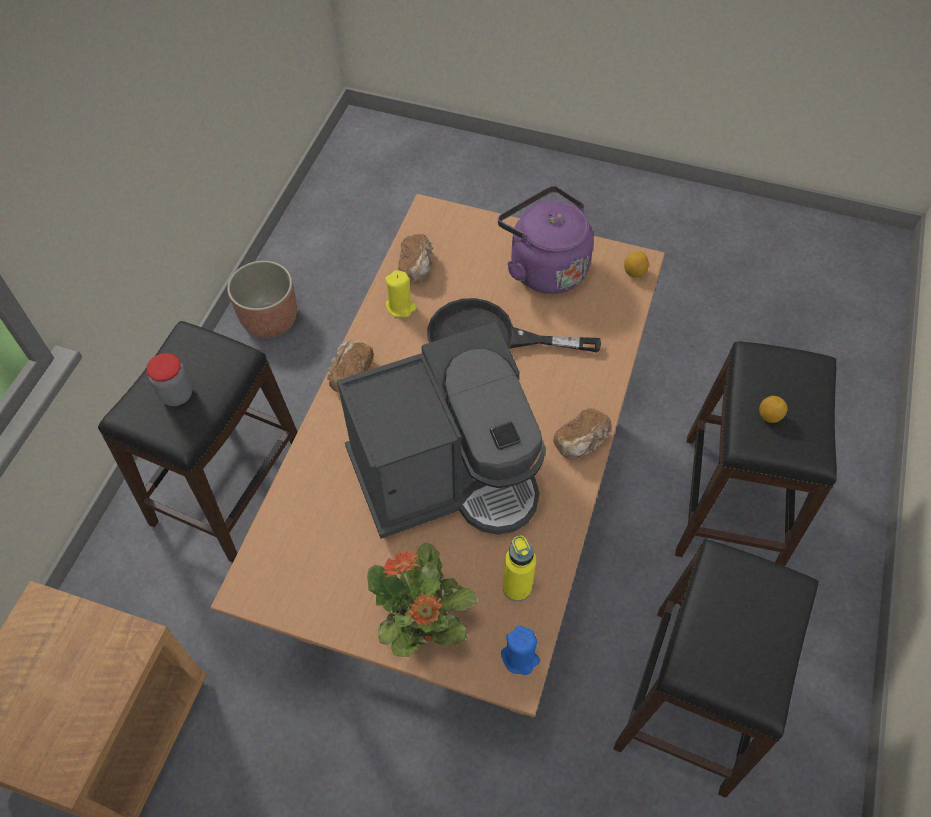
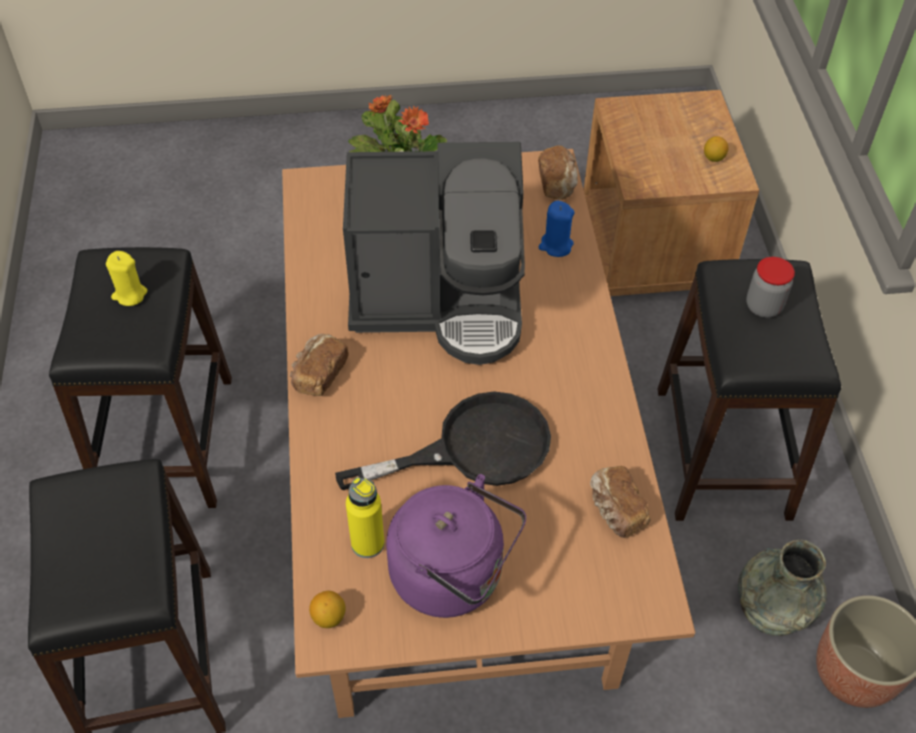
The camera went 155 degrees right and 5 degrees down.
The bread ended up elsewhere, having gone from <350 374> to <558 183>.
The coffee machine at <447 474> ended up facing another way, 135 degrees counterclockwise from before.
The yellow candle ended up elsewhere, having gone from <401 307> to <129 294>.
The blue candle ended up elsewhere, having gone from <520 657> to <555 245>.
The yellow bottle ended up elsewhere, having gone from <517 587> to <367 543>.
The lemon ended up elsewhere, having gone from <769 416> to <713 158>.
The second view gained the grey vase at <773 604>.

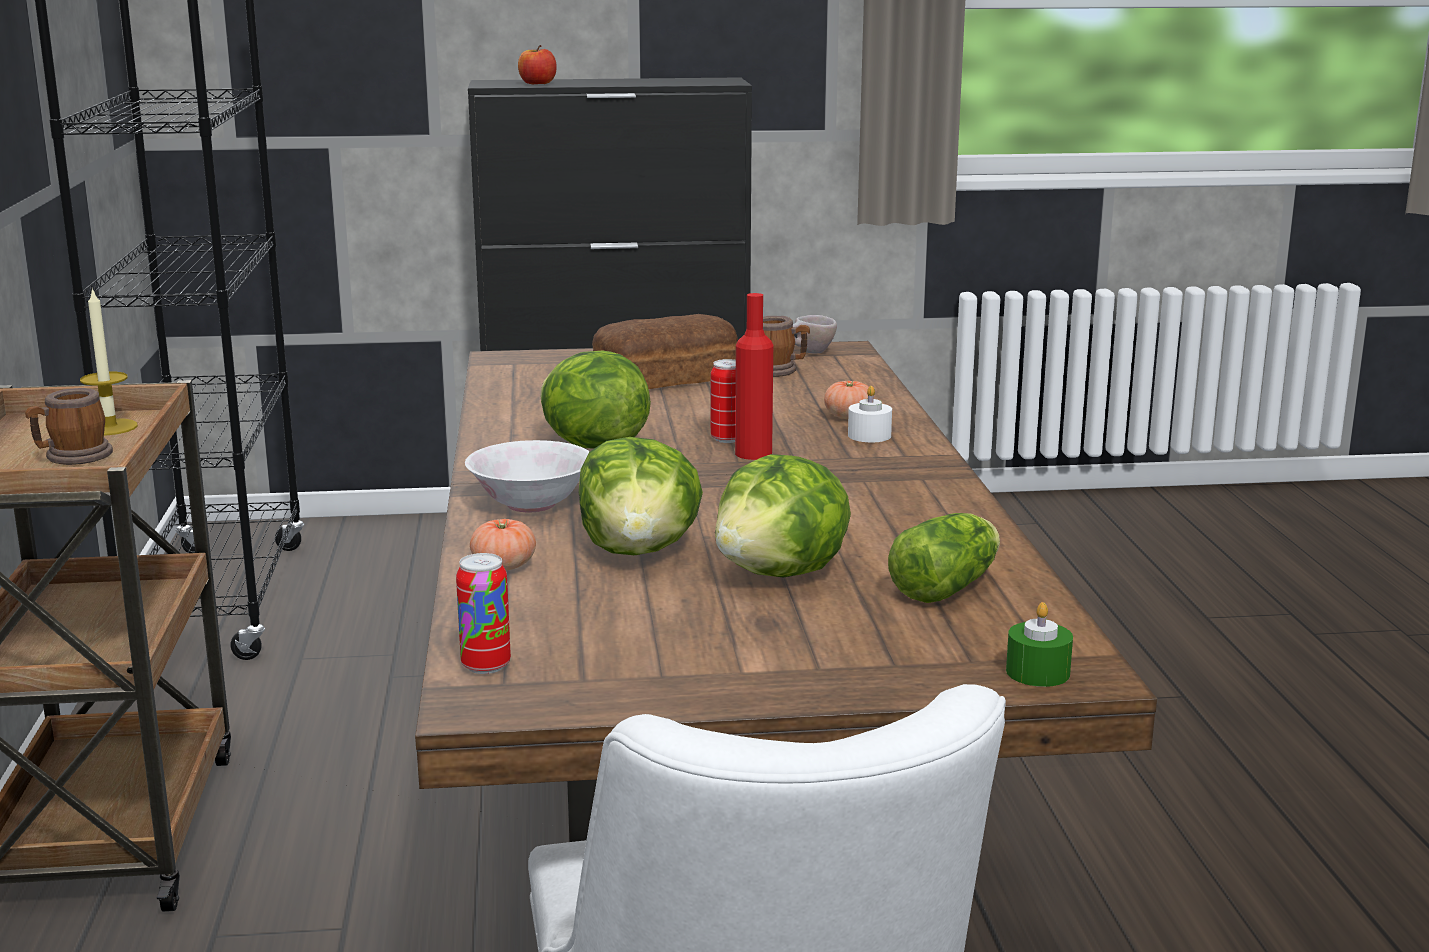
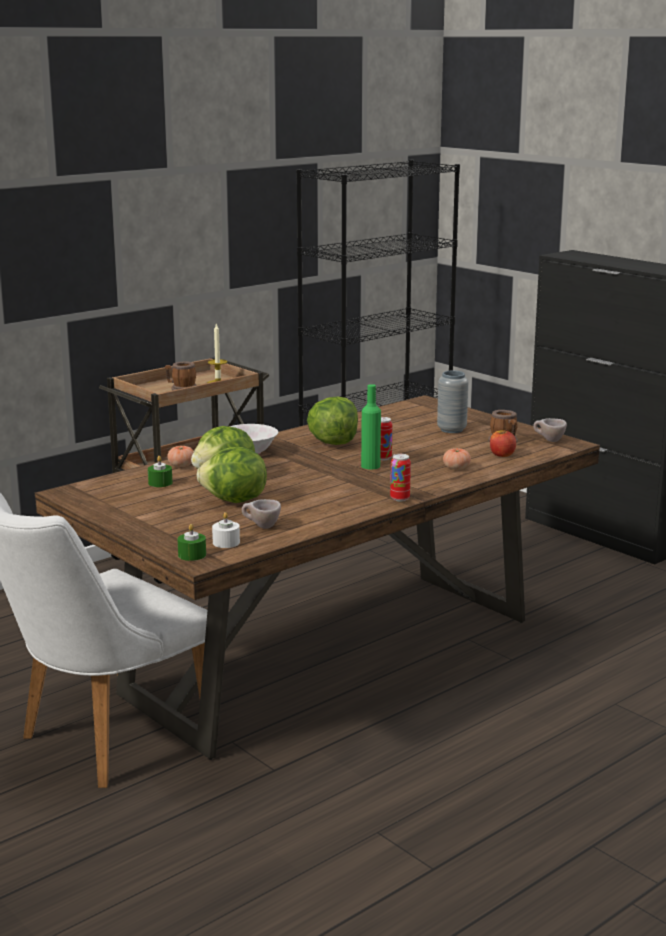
The camera went 55 degrees right and 0 degrees up.
The can ended up elsewhere, having gone from <486 665> to <400 498>.
The apple ended up elsewhere, having gone from <537 83> to <502 455>.
Where the bread stood at <668 378>, the grey vase came to stand at <451 430>.
What was the red bottle at <753 453> turned into the green bottle at <370 466>.
The white candle ended up elsewhere, having gone from <869 435> to <226 542>.
Where the lettuce stood at <949 586>, the beige cup came to stand at <261 526>.
The second view gained the green candle at <160 483>.

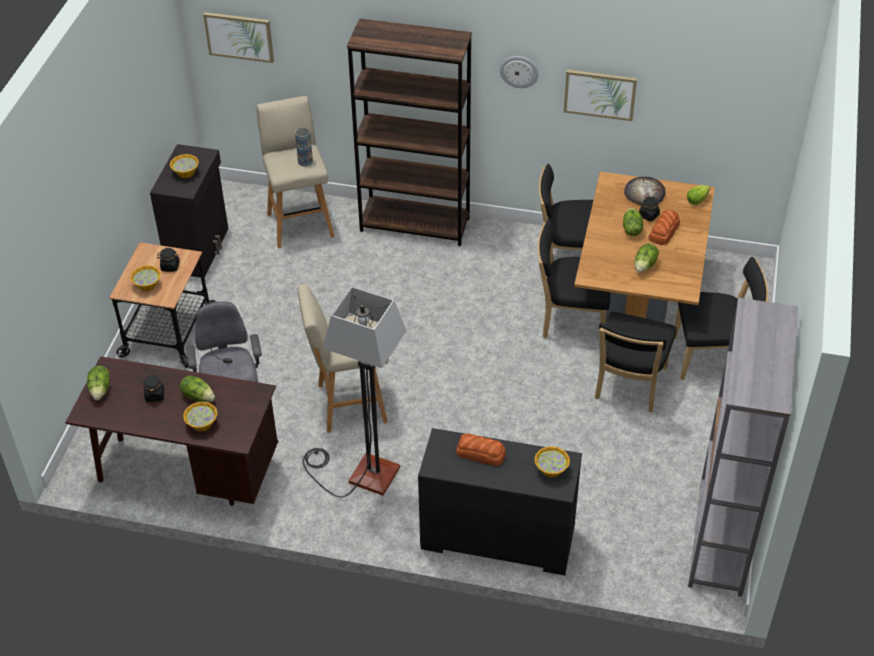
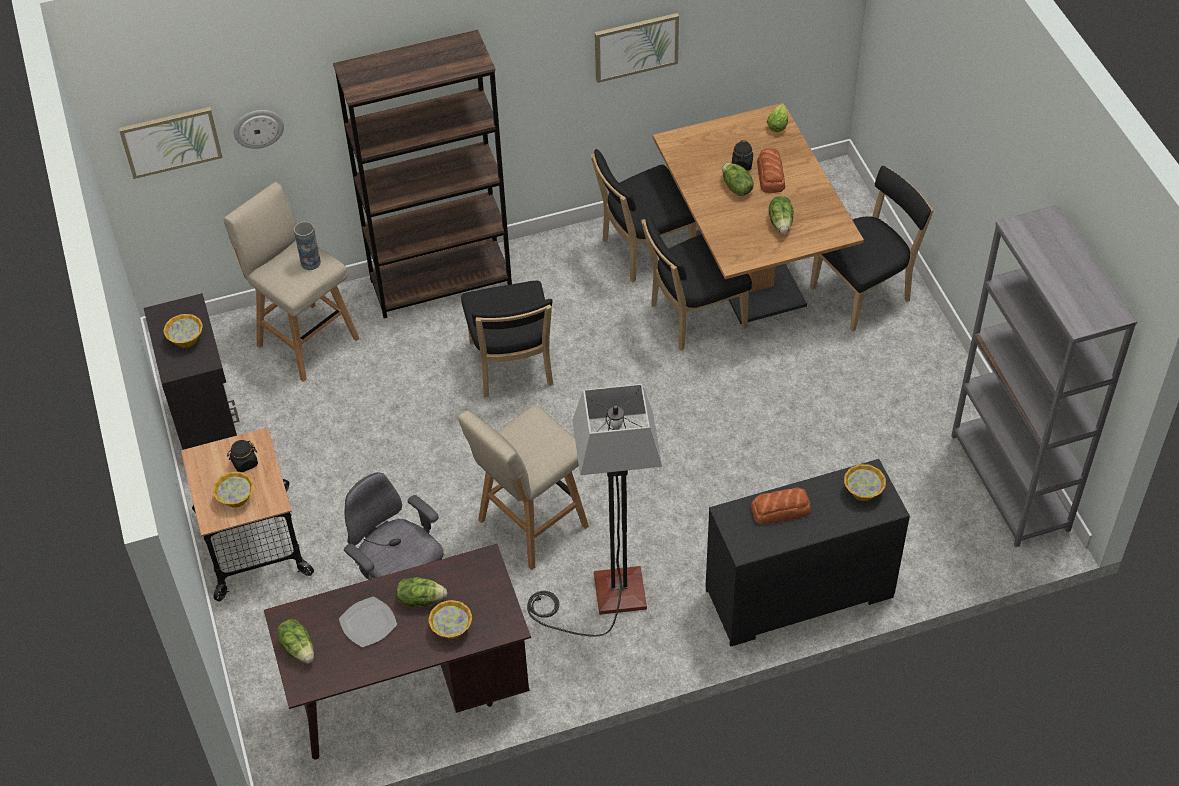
The camera went 30 degrees left and 5 degrees up.
Where the black jar stood at <155 395>, the plate came to stand at <369 623>.
The wall clock ended up elsewhere, having gone from <519 71> to <258 128>.
The black chair ended up elsewhere, having gone from <629 386> to <512 367>.
The second view lost the bread at <644 193>.

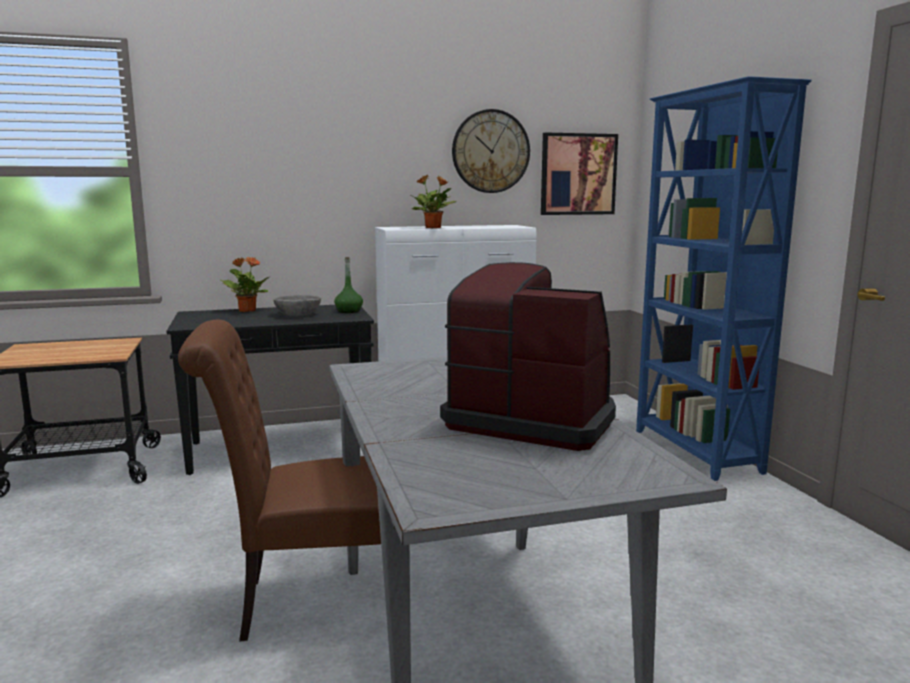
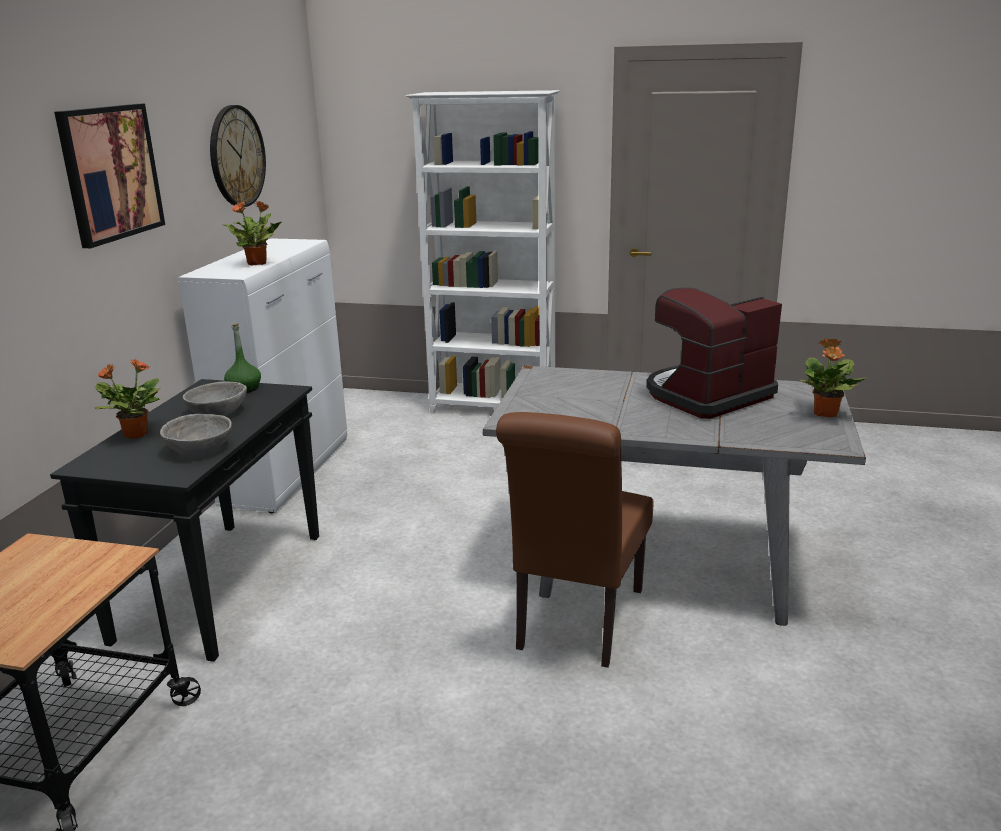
The camera went 60 degrees left and 10 degrees up.
The picture ended up elsewhere, having gone from <578 174> to <110 173>.
What was the blue bookcase at <695 452> turned into the white bookcase at <494 408>.
The second view gained the grey bowl at <199 449>.
The second view gained the potted plant at <825 414>.

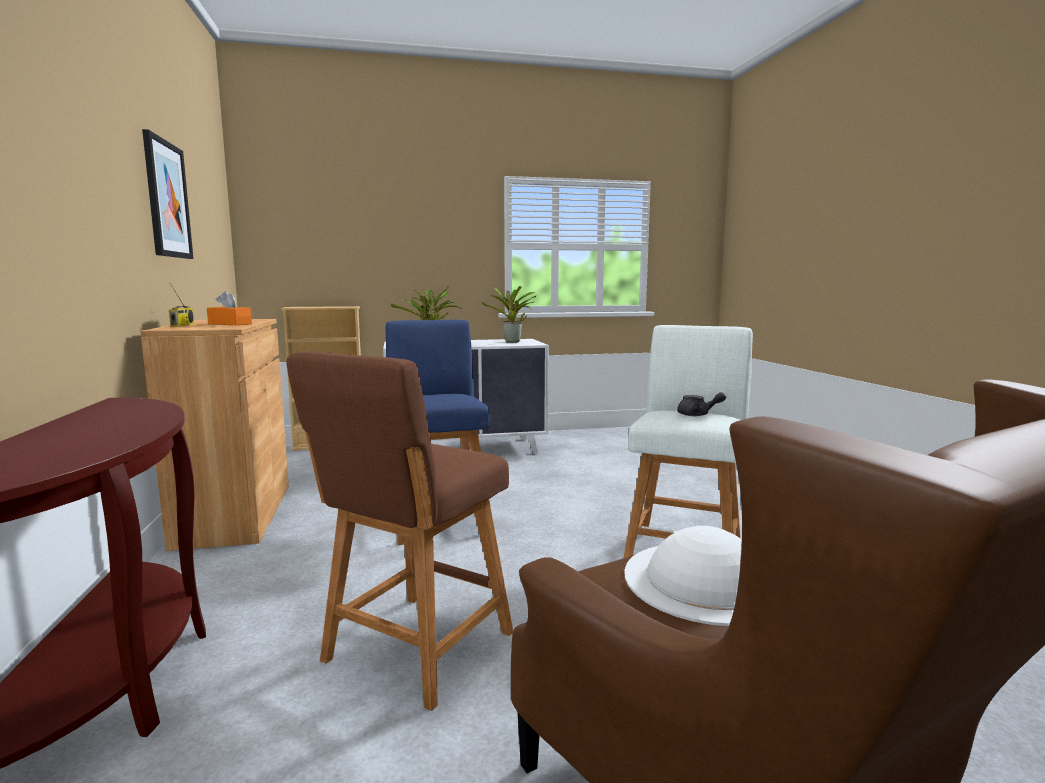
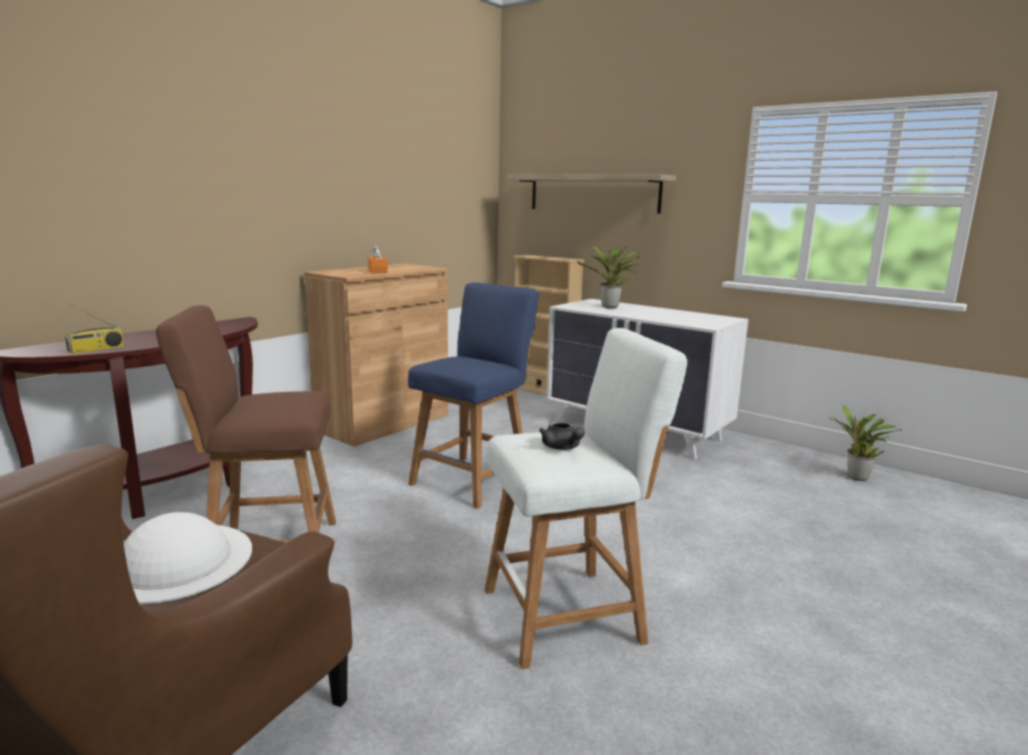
The camera went 50 degrees right and 5 degrees up.
The second view lost the picture at <167 199>.
The radio ended up elsewhere, having gone from <183 325> to <96 349>.
The potted plant ended up elsewhere, having gone from <512 342> to <856 478>.
The second view gained the shelf at <593 193>.

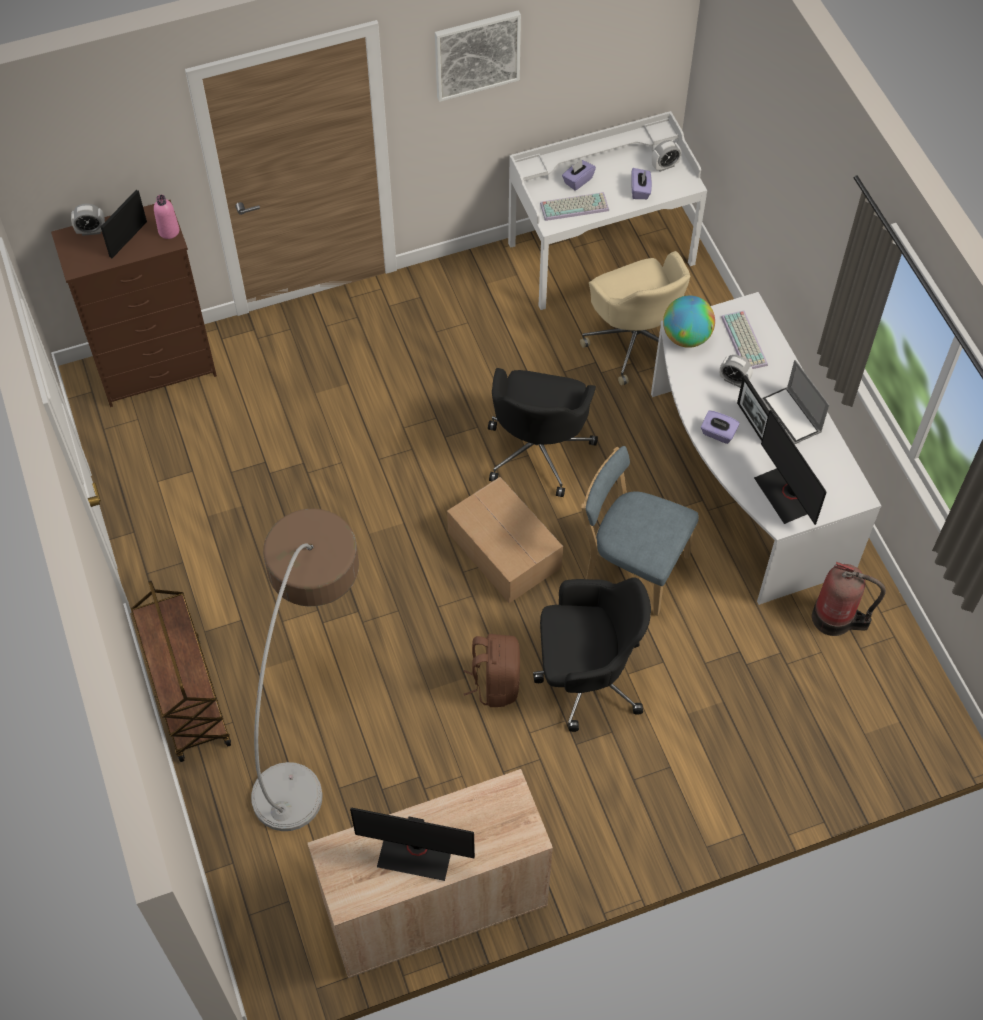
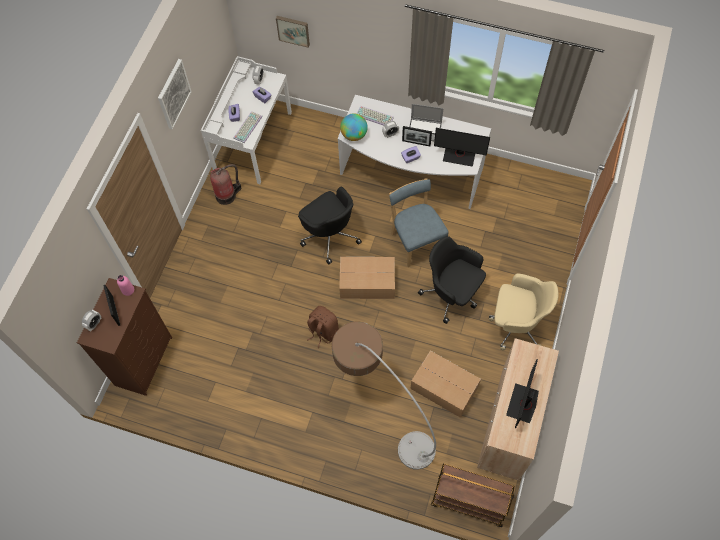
The camera went 50 degrees left and 5 degrees up.
The brown cart ended up elsewhere, having gone from <188 698> to <468 502>.
The monitor at <416 851> ended up facing another way, 150 degrees clockwise from before.
The brown backpack ended up elsewhere, having gone from <495 683> to <322 332>.
The black office chair at <586 676> ended up facing another way, 90 degrees counterclockwise from before.
The beige office chair ended up elsewhere, having gone from <635 340> to <516 324>.
The blue chair at <632 567> ended up facing another way, 90 degrees clockwise from before.
The fire extinguisher ended up elsewhere, having gone from <836 619> to <227 195>.
The second view gained the picture at <293 30>.
The second view gained the cardboard box at <445 388>.

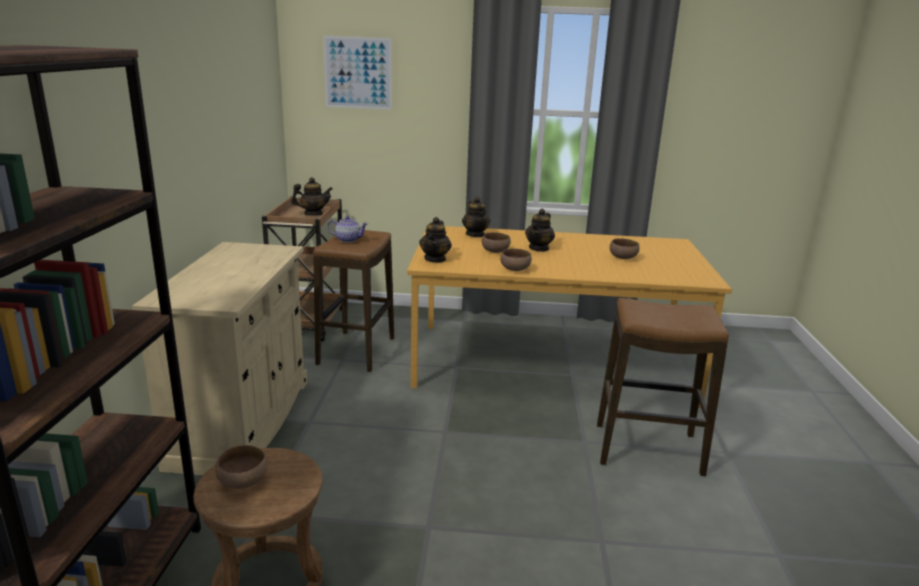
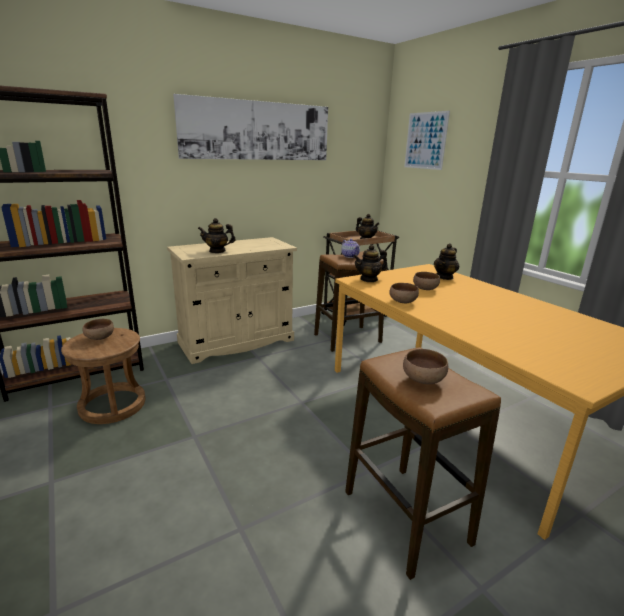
The camera went 55 degrees right and 0 degrees up.
The teapot ended up elsewhere, having gone from <539 248> to <217 251>.
The brown bowl ended up elsewhere, having gone from <623 258> to <423 380>.
The second view gained the picture at <257 131>.

